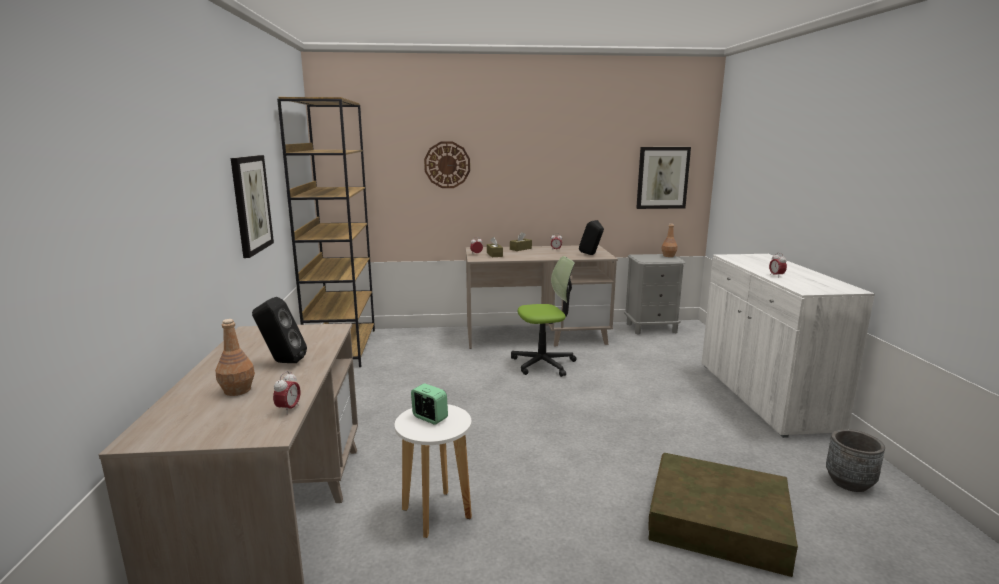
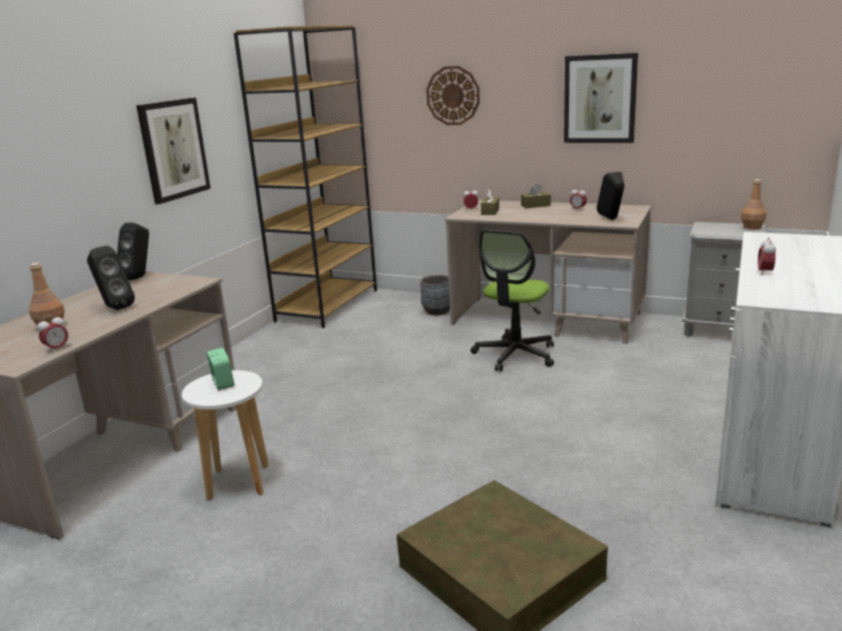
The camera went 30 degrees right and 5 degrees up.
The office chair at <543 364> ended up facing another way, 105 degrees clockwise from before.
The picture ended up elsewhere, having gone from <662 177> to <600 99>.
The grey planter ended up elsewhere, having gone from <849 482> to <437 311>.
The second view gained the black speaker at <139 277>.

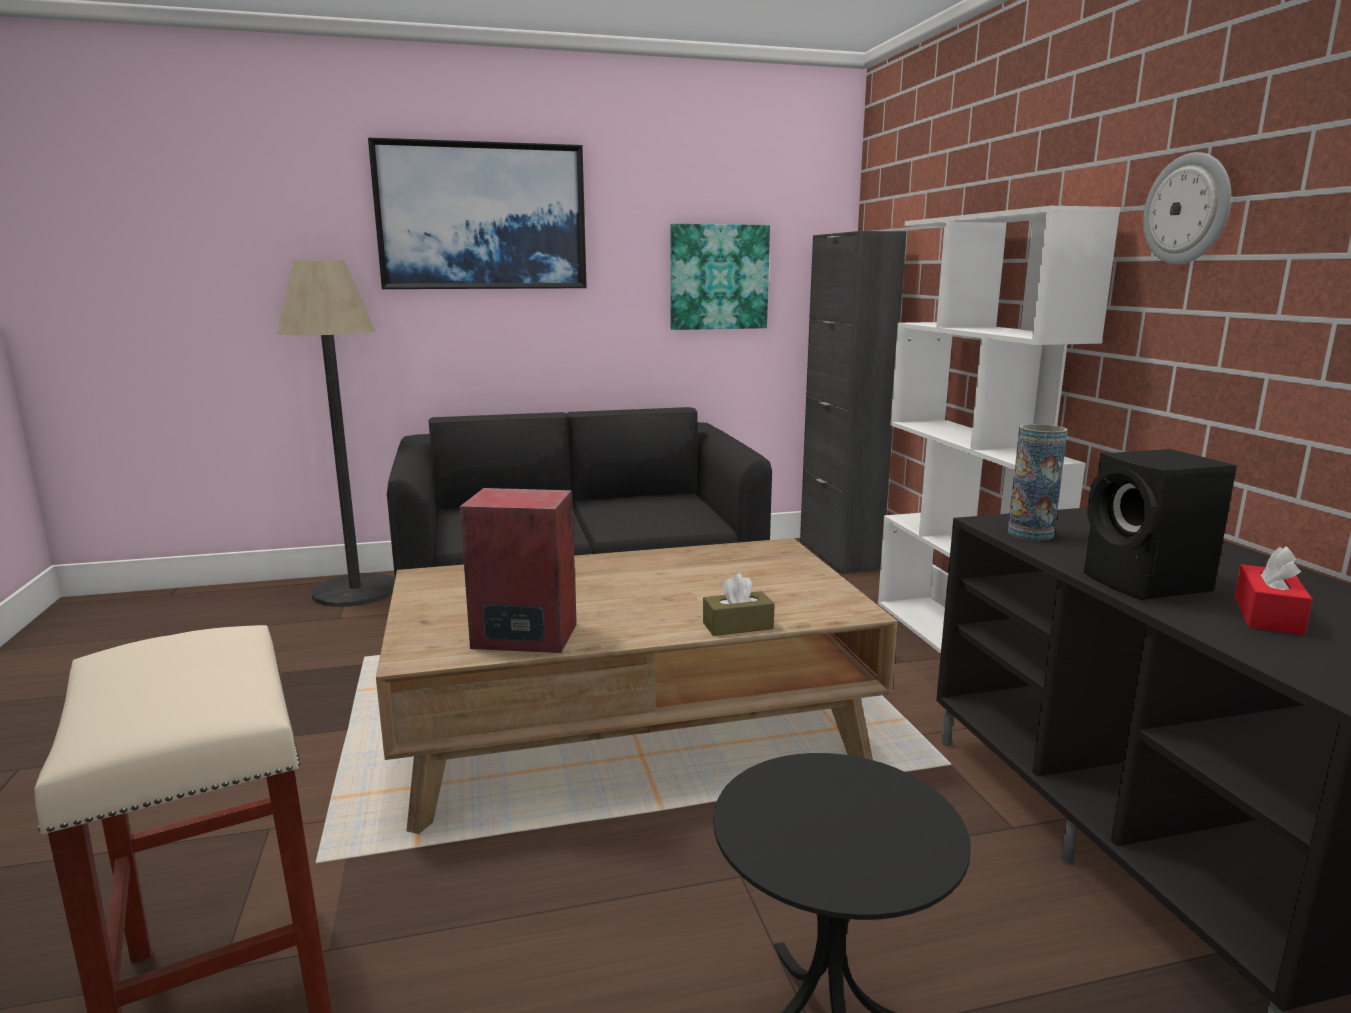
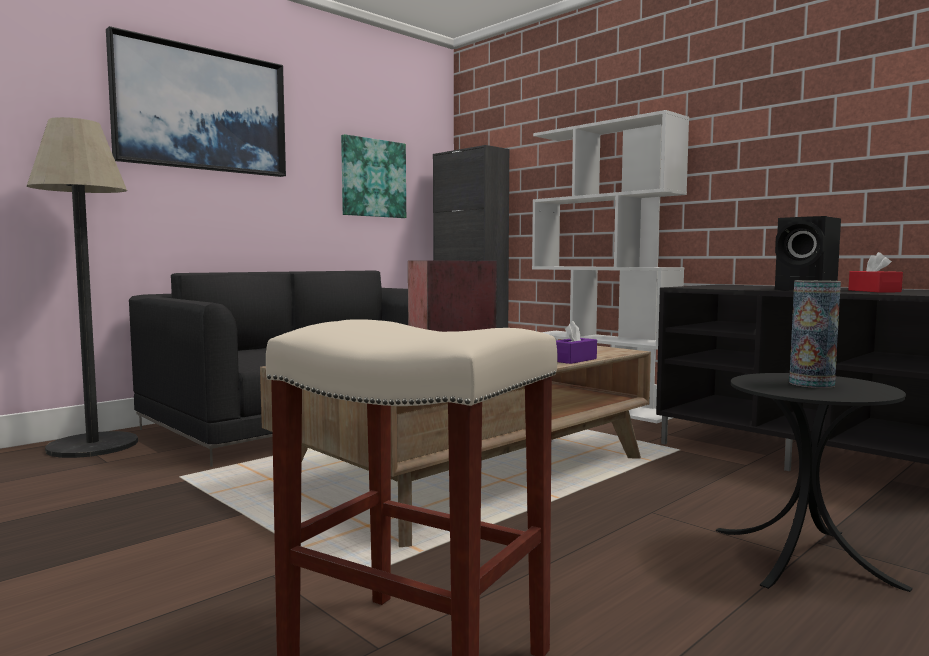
The camera went 30 degrees left and 10 degrees down.
What was the brown tissue box at <737 626> turned into the purple tissue box at <573 360>.
The vase ended up elsewhere, having gone from <1030 533> to <811 384>.
The second view lost the wall clock at <1188 209>.

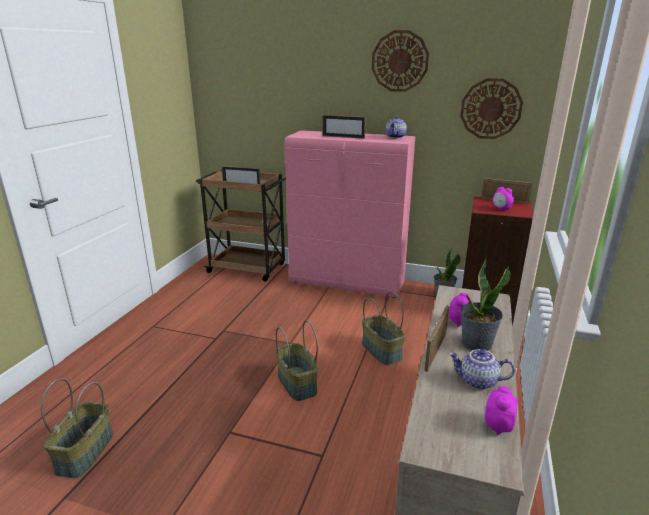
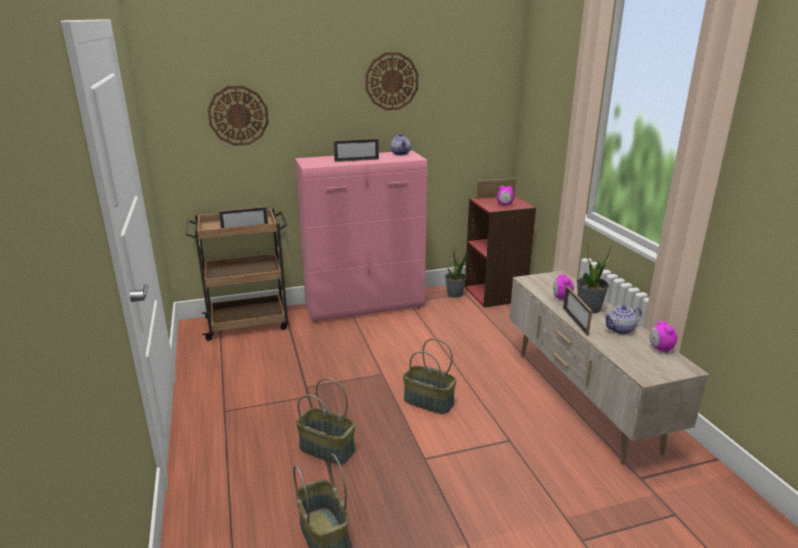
The camera went 35 degrees left and 0 degrees up.
The basket ended up elsewhere, having gone from <382 351> to <328 449>.
The wall clock ended up elsewhere, having gone from <490 109> to <238 116>.

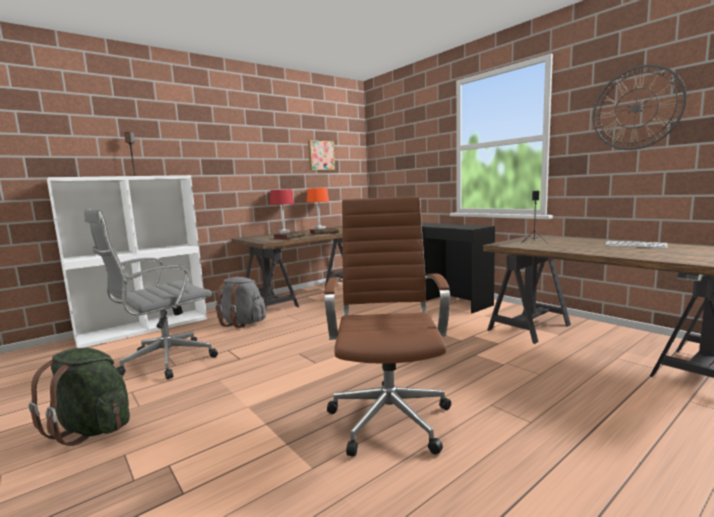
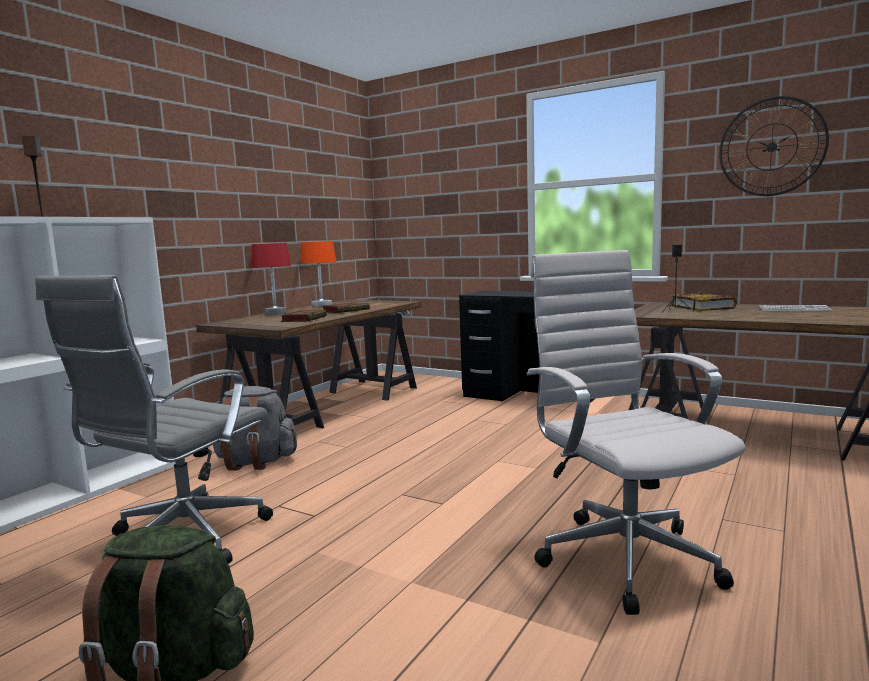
The camera went 20 degrees left and 0 degrees up.
The second view lost the picture at <320 155>.
What was the brown office chair at <389 416> turned into the white office chair at <623 556>.
The second view gained the book at <702 307>.

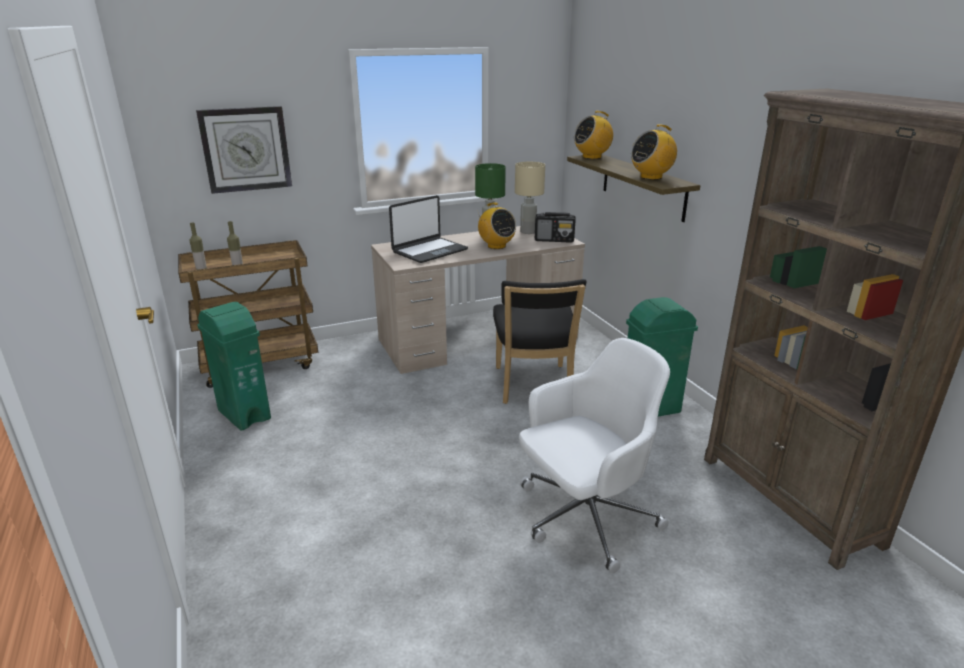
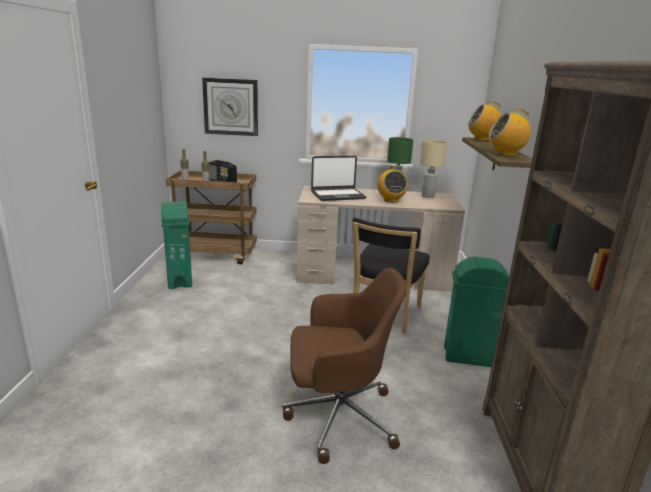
The camera went 25 degrees right and 5 degrees down.
What was the white office chair at <584 517> turned into the brown office chair at <337 416>.
The radio ended up elsewhere, having gone from <554 240> to <222 182>.

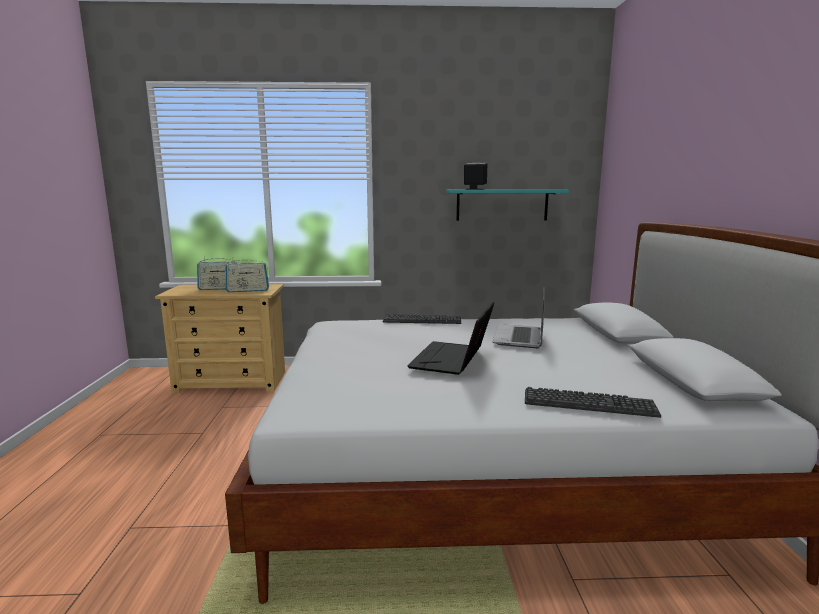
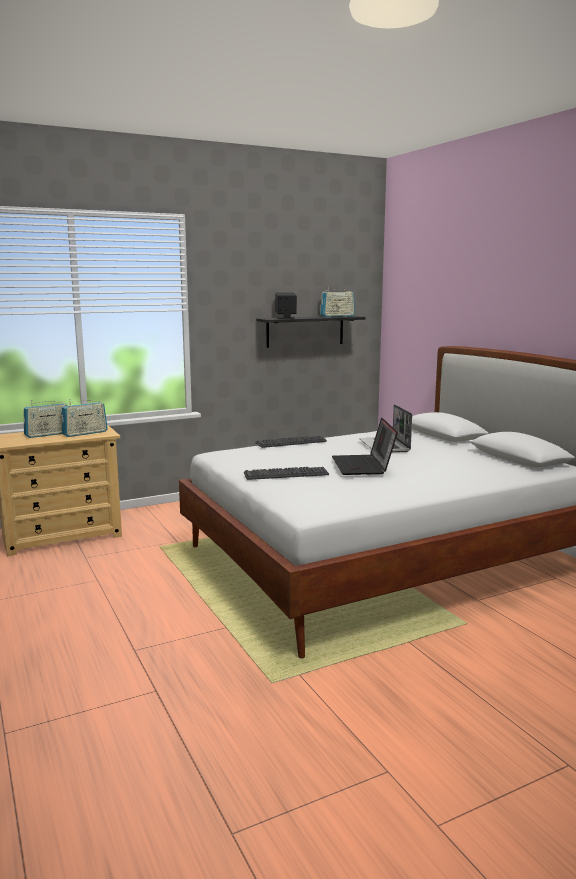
The camera went 25 degrees left and 0 degrees up.
What was the turquoise shelf at <502 205> turned into the black shelf at <305 331>.
The keyboard ended up elsewhere, having gone from <588 403> to <286 474>.
The second view gained the radio at <337 316>.

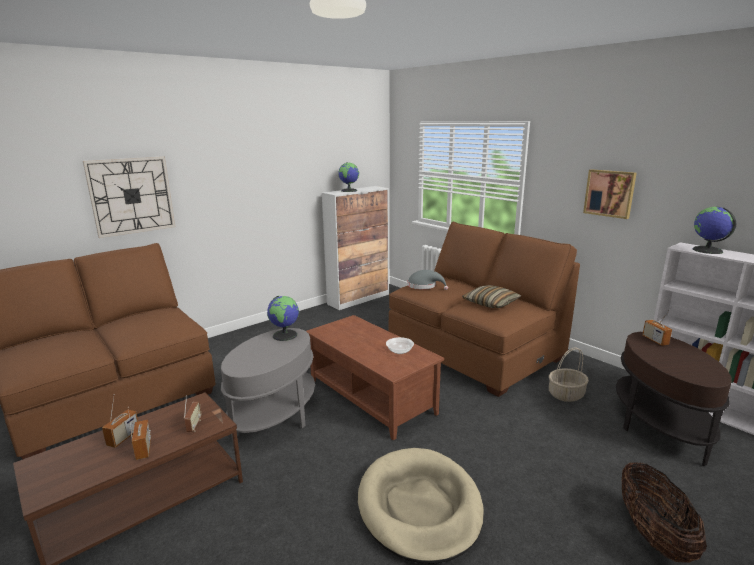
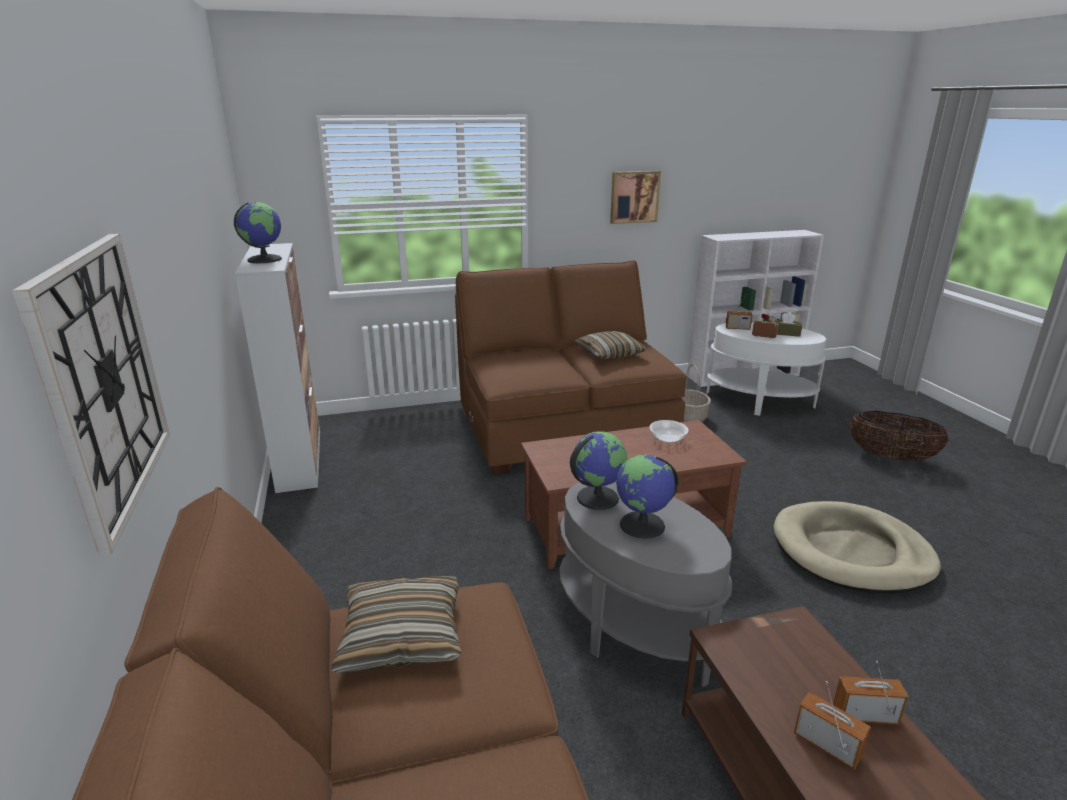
The camera went 65 degrees left and 5 degrees up.
The radio ended up elsewhere, having gone from <194 426> to <763 338>.
The second view lost the grey hat at <424 286>.
What was the brown side table at <659 427> turned into the white side table at <759 402>.
The globe ended up elsewhere, having gone from <707 250> to <642 525>.
The second view gained the pillow at <402 636>.
The second view gained the brown tissue box at <786 333>.

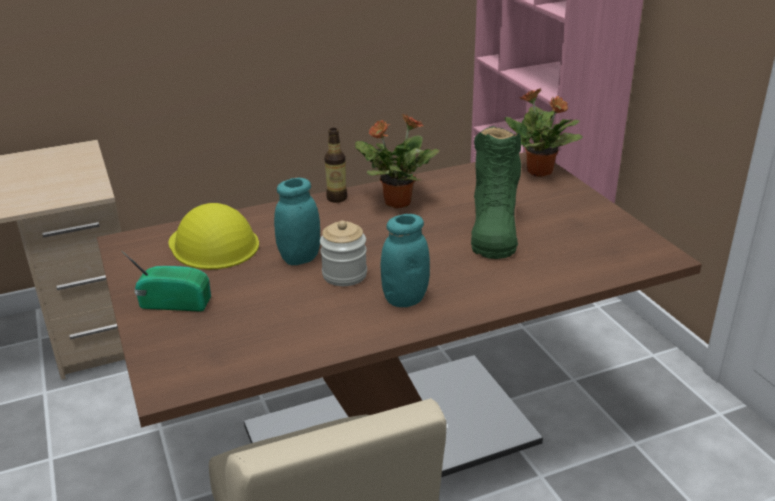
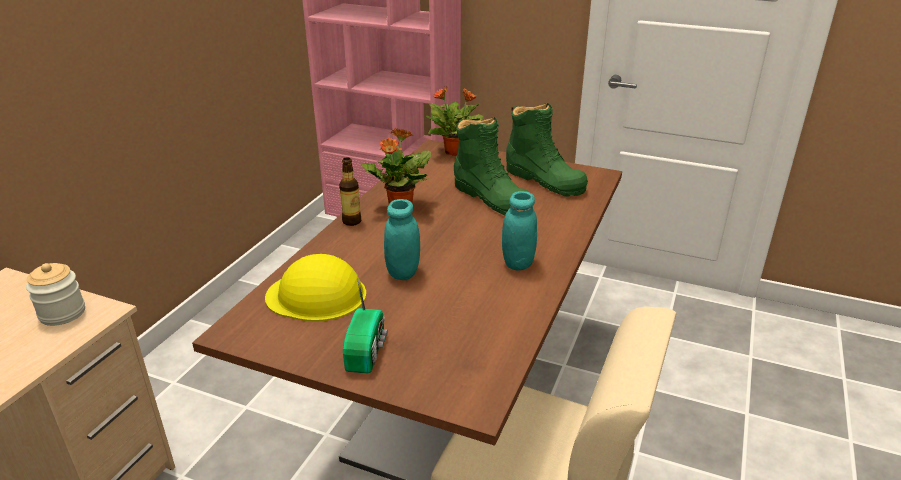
The camera went 45 degrees left and 0 degrees up.
The radio at <174 302> ended up facing another way, 135 degrees clockwise from before.
The jar ended up elsewhere, having gone from <344 275> to <62 313>.
The second view gained the green boot at <544 180>.

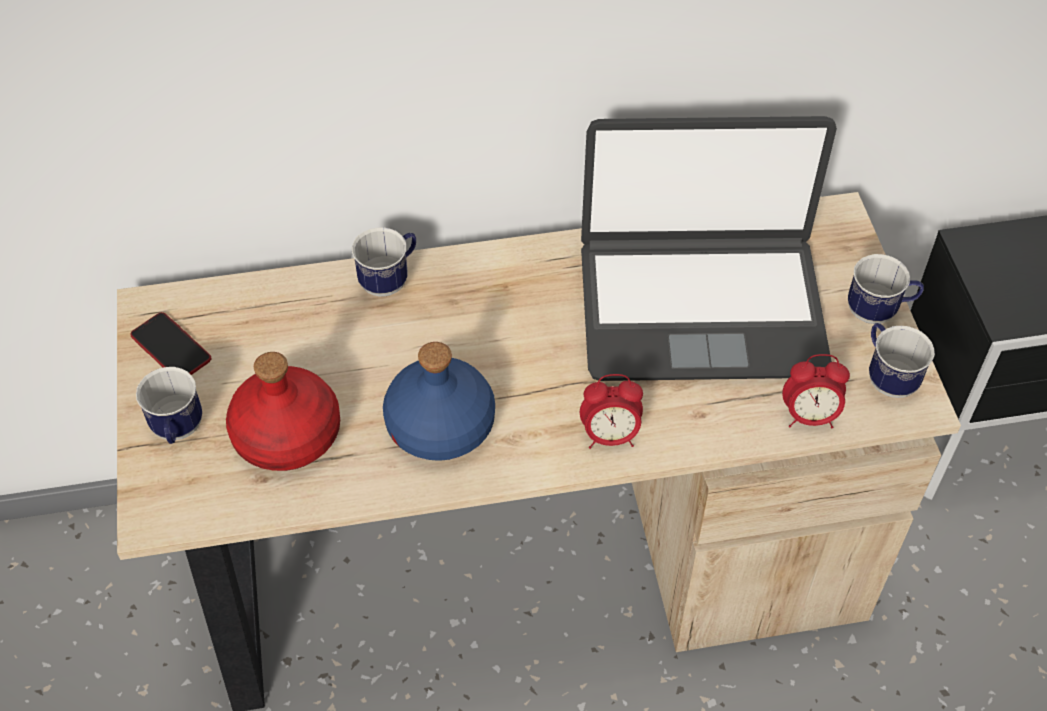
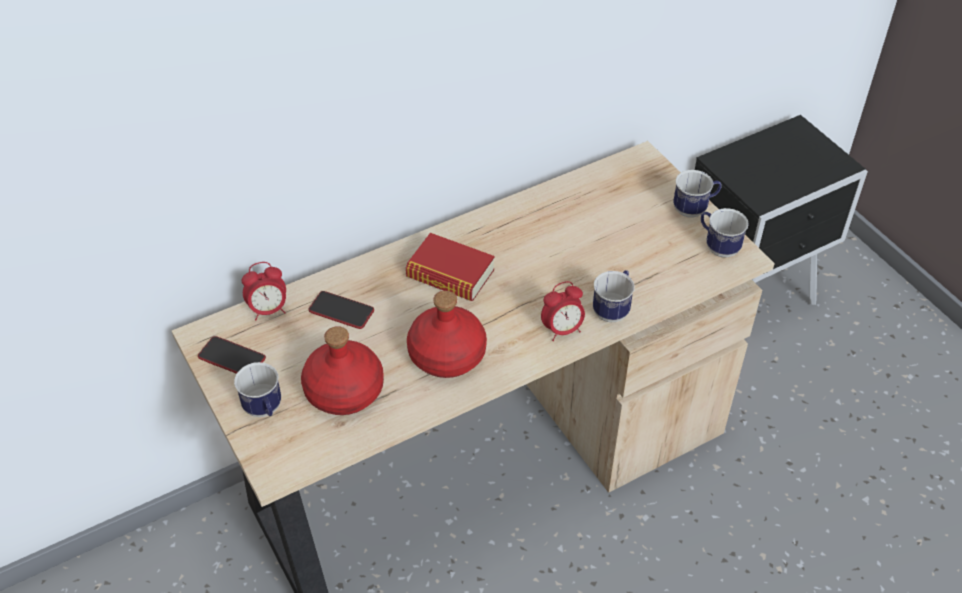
The camera went 20 degrees left and 5 degrees down.
The mug ended up elsewhere, having gone from <390 280> to <613 309>.
What was the blue bottle at <439 426> turned into the red bottle at <446 355>.
The second view lost the laptop at <700 307>.
The alarm clock ended up elsewhere, having gone from <809 416> to <268 310>.
The second view gained the phone at <341 311>.
The second view gained the book at <450 274>.

